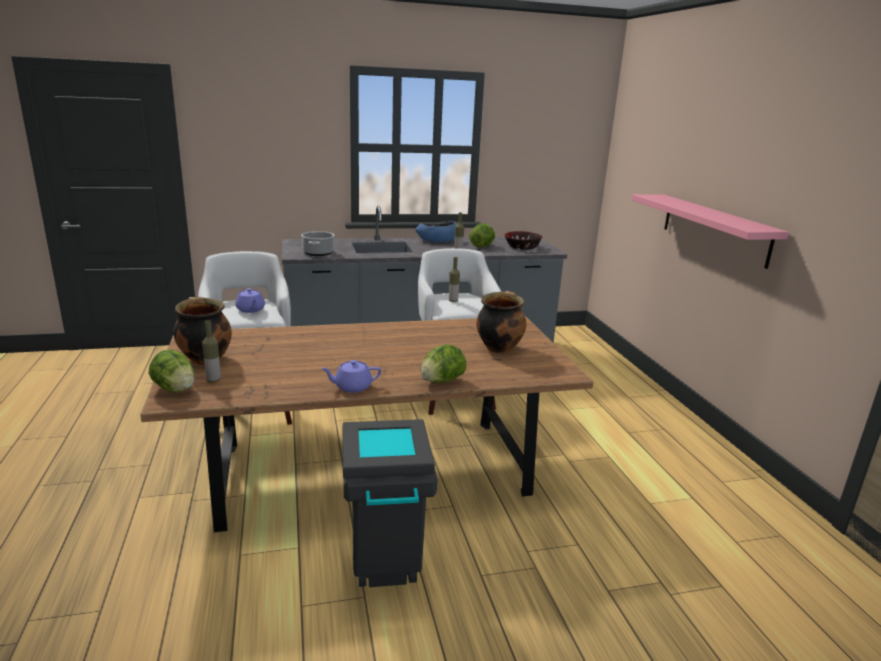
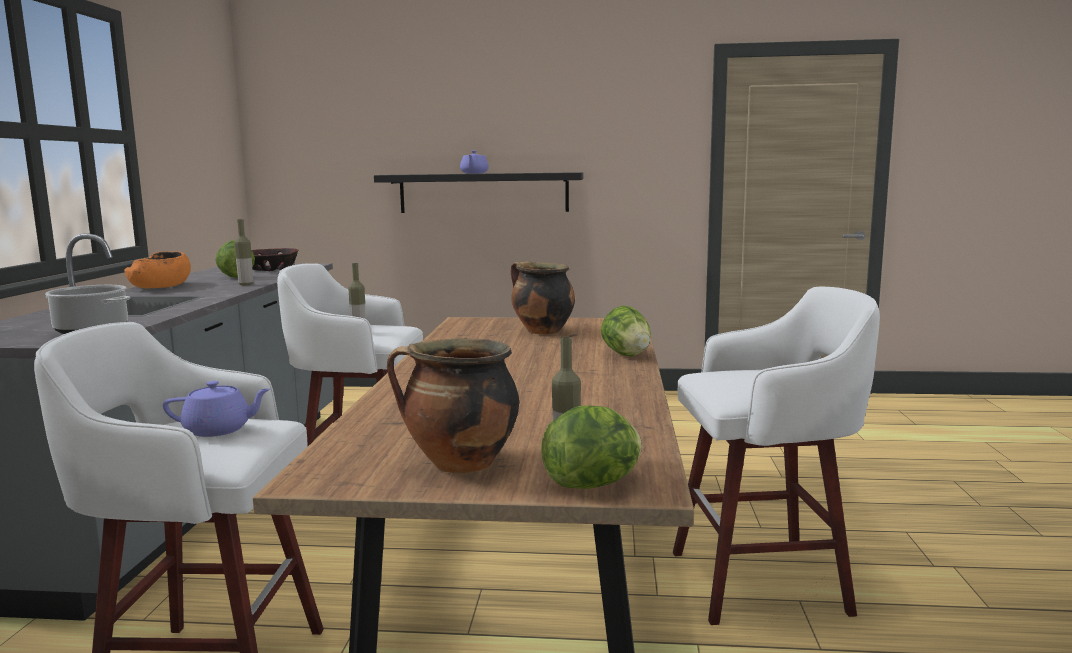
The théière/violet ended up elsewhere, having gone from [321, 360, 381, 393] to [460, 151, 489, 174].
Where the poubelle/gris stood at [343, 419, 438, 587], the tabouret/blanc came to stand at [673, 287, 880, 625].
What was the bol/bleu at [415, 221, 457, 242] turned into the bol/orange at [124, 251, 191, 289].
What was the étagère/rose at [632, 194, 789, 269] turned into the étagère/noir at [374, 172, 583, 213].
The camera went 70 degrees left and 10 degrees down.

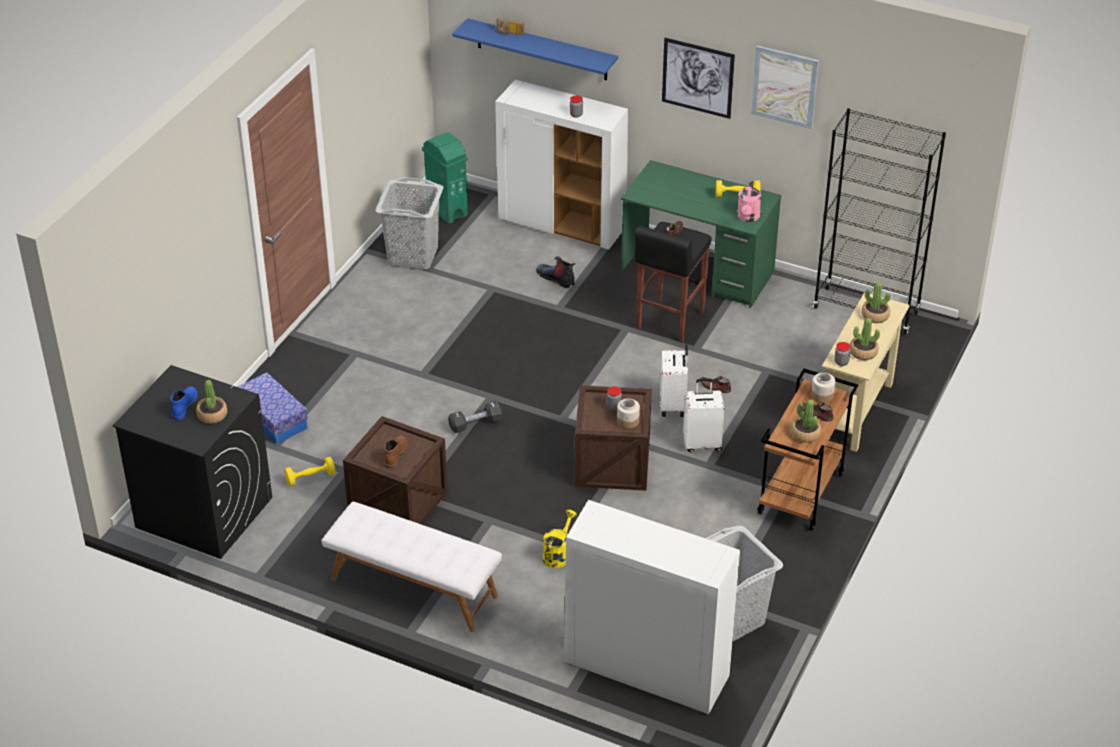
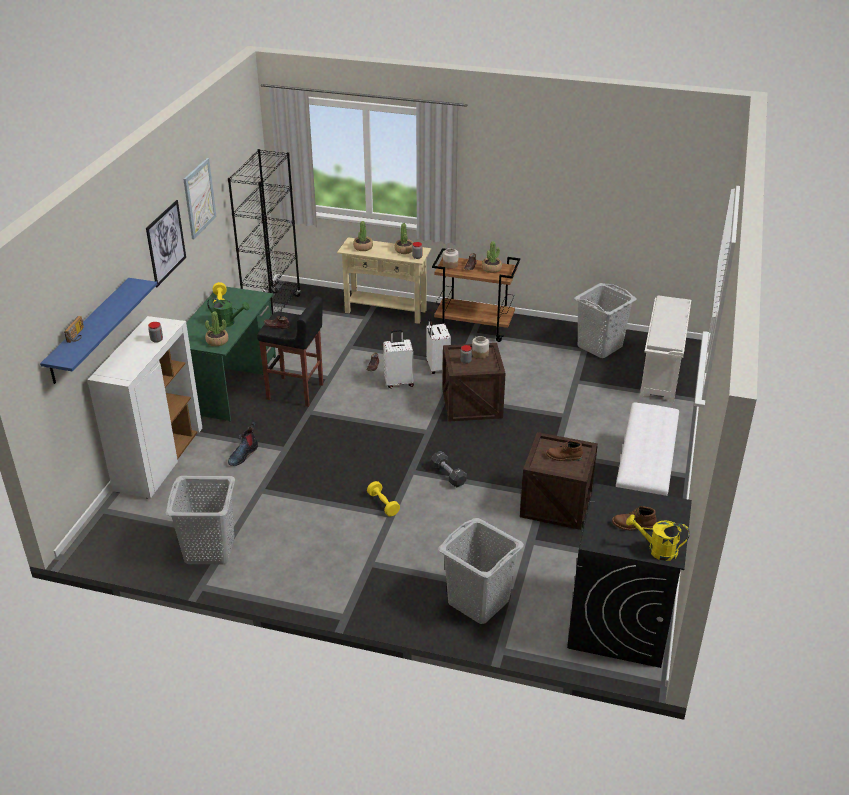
The second view lost the poubelle/vert at [422, 132, 468, 224].
The second view lost the arrosoir/rose at [737, 181, 761, 222].
The second view gained the arrosoir/vert at [207, 297, 249, 327].
The plante en pot ended up elsewhere, having gone from [196, 380, 227, 424] to [205, 311, 229, 346].
The haltère/jaune ended up elsewhere, having gone from [285, 457, 335, 486] to [367, 481, 400, 516].
The arrosoir/jaune ended up elsewhere, having gone from [543, 510, 577, 568] to [626, 515, 690, 561].
Where the boîte de rangement stood at [238, 372, 308, 445], the panier à linge/gris came to stand at [438, 518, 524, 624].
Where the meuble de rangement/blanc stood at [564, 500, 740, 714], the étagère à chaussures/blanc came to stand at [640, 295, 691, 403].
What was the botte/bleu at [170, 386, 197, 420] turned into the botte/marron at [612, 506, 657, 531].
The camera went 100 degrees left and 5 degrees down.

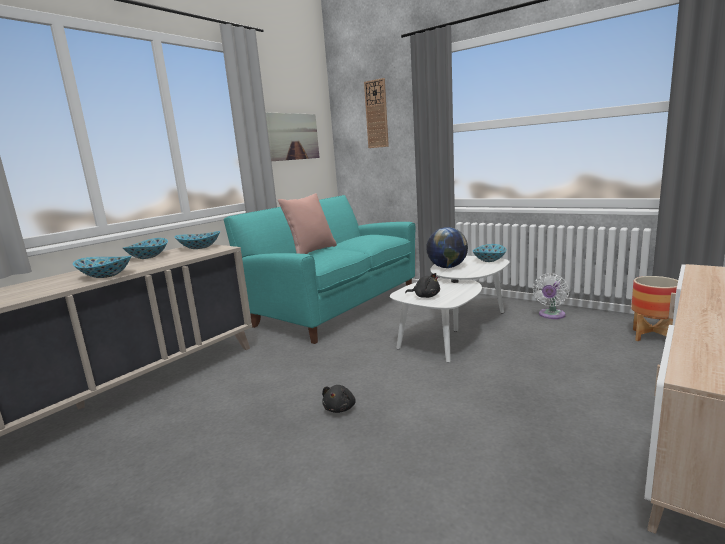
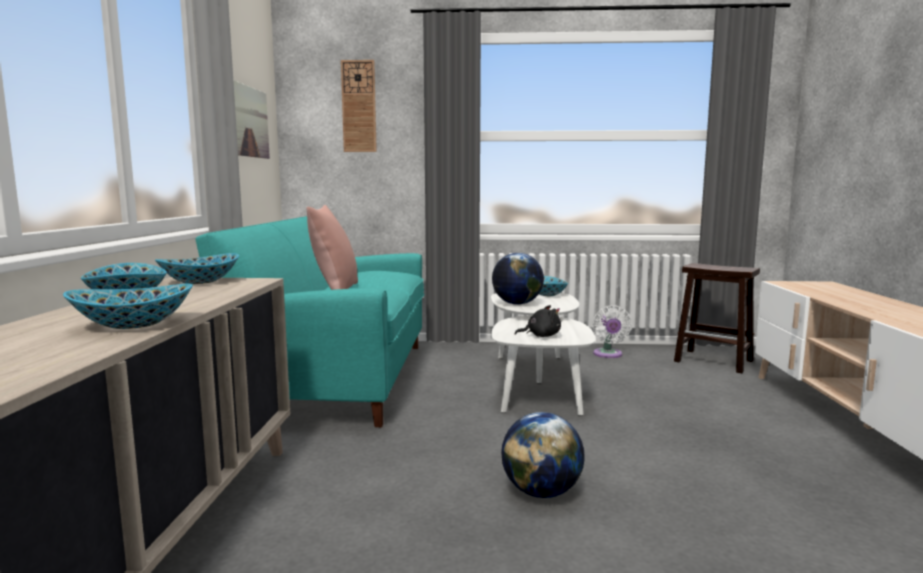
Where the peluche/noir stood at [322, 385, 356, 413], the globe came to stand at [501, 412, 585, 498].
Where the cache-pot stood at [631, 276, 678, 341], the tabouret/marron came to stand at [674, 263, 760, 373].
The camera went 35 degrees left and 5 degrees down.

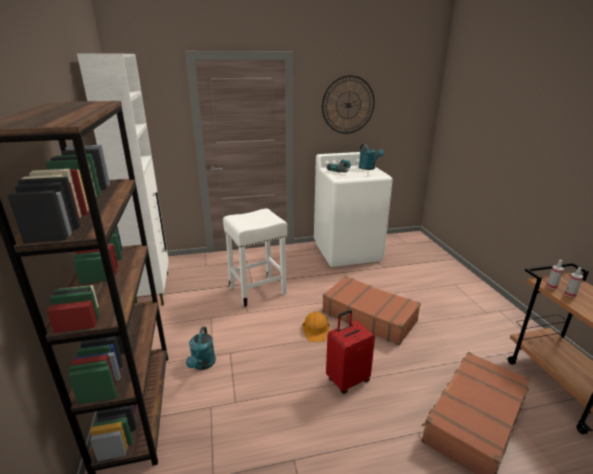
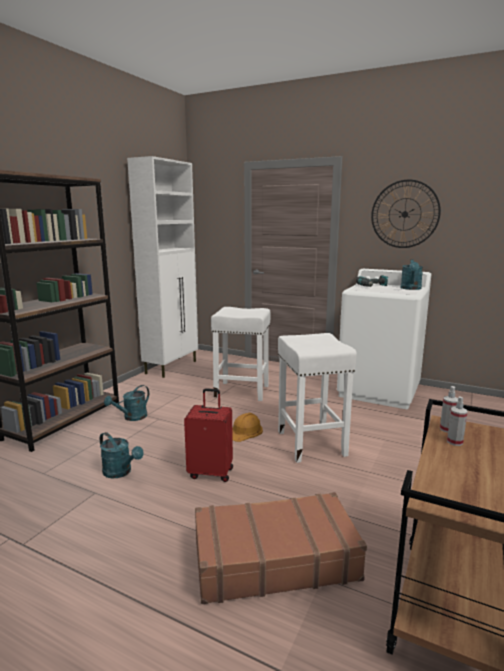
The second view gained the arrosoir/turquoise at [100, 432, 143, 479].
Where the valise/marron stood at [322, 276, 421, 346], the tabouret/blanc came to stand at [278, 333, 357, 463].
The camera went 40 degrees right and 10 degrees down.

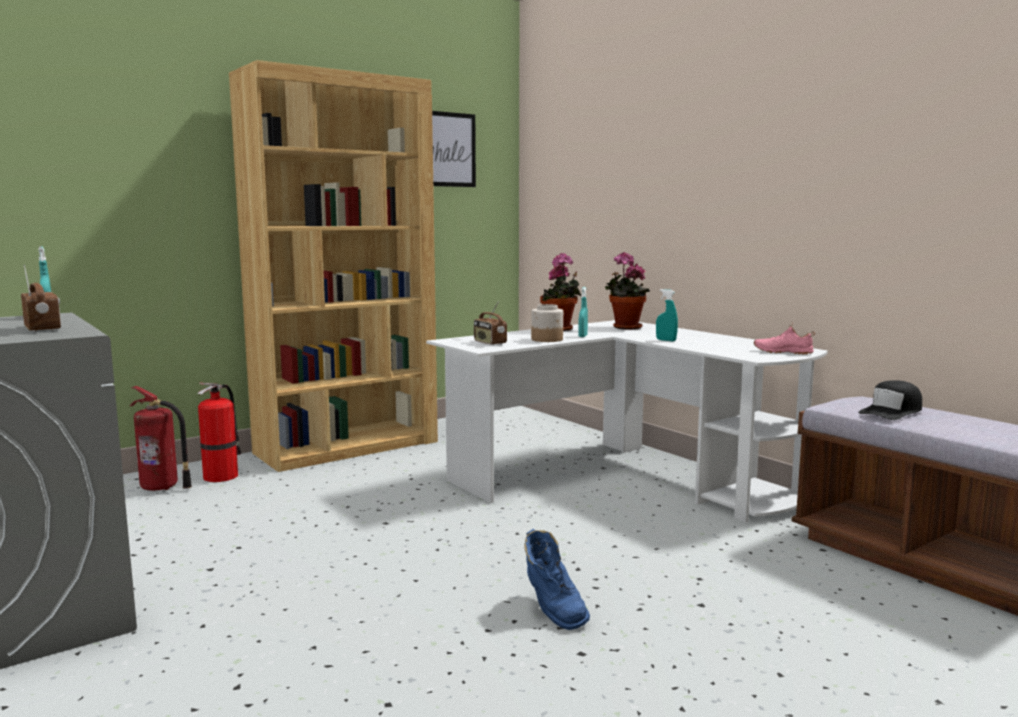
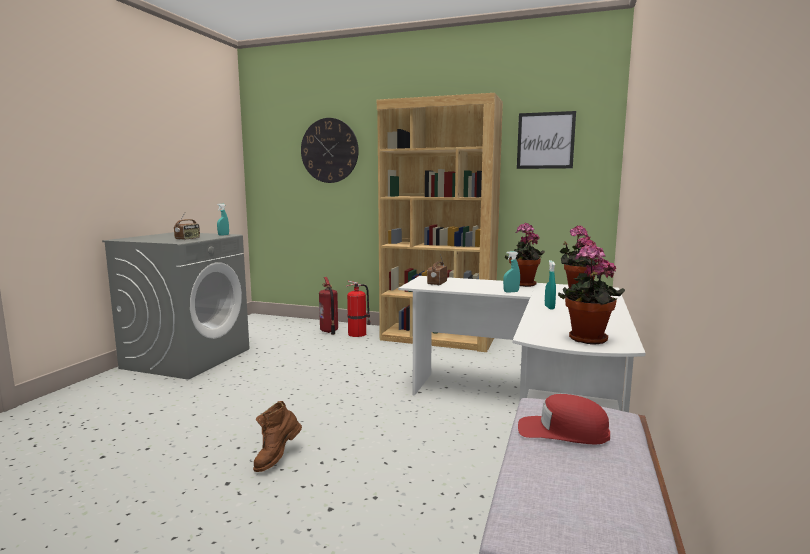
The second view lost the bocal at [531, 304, 563, 342].
The second view gained the horloge murale at [301, 118, 359, 183].
Where the chaussure/rose stood at [754, 325, 815, 355], the plante en pot came to stand at [558, 244, 625, 344].
What was the botte/bleu at [524, 529, 590, 630] turned into the botte/marron at [253, 401, 302, 472].
What was the casquette/noir at [858, 380, 922, 420] turned into the casquette/rouge at [518, 394, 610, 444].
The camera went 55 degrees right and 0 degrees up.

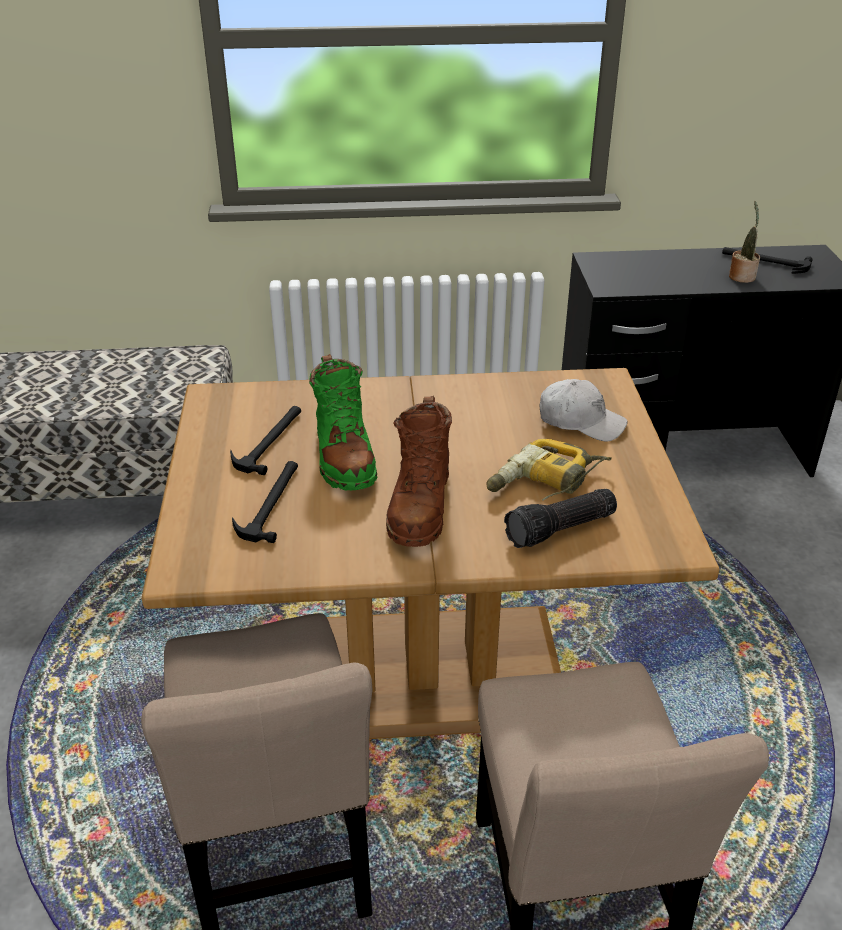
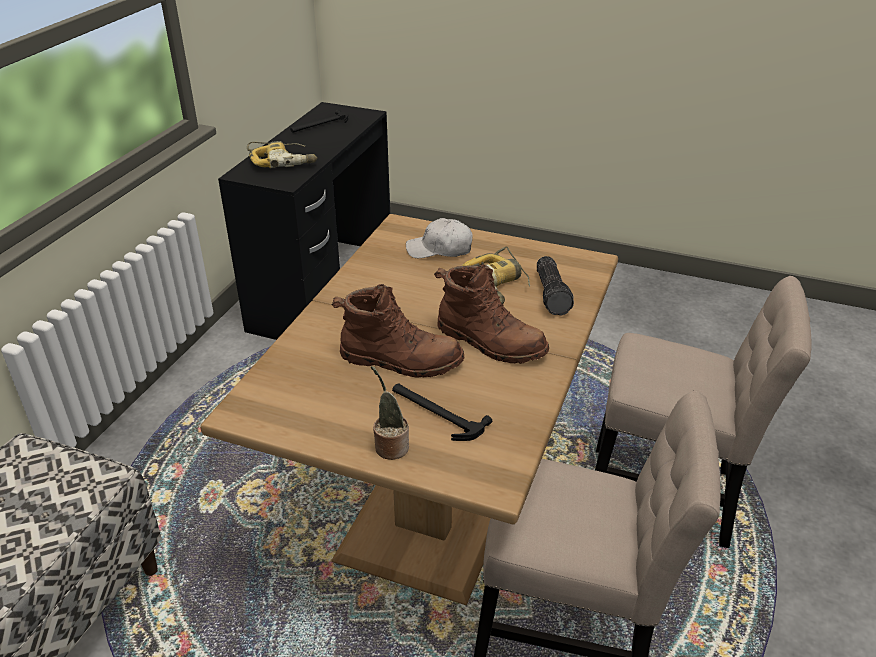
The second view lost the marteau at [230, 406, 301, 475].
The second view gained the perceuse at [247, 141, 318, 168].
The plante en pot ended up elsewhere, having gone from [729, 201, 760, 283] to [371, 366, 409, 460].
What was the botte/vert at [309, 354, 377, 490] turned into the botte/marron at [332, 284, 464, 377].
The casquette/blanc at [539, 379, 628, 442] ended up facing another way, 135 degrees counterclockwise from before.
The camera went 65 degrees left and 0 degrees up.

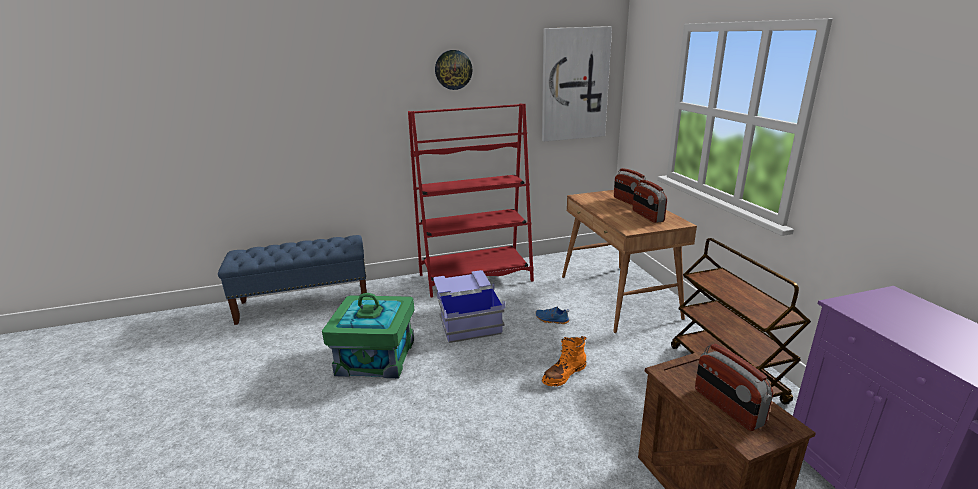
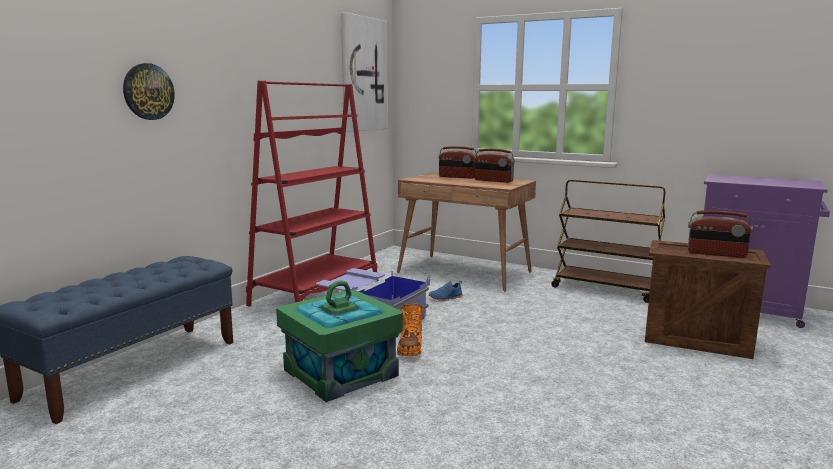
The horloge murale ended up elsewhere, having gone from [435, 50, 472, 90] to [123, 63, 175, 120].
The botte/orange ended up elsewhere, having gone from [542, 336, 586, 386] to [397, 303, 424, 356].
The camera went 45 degrees left and 10 degrees down.

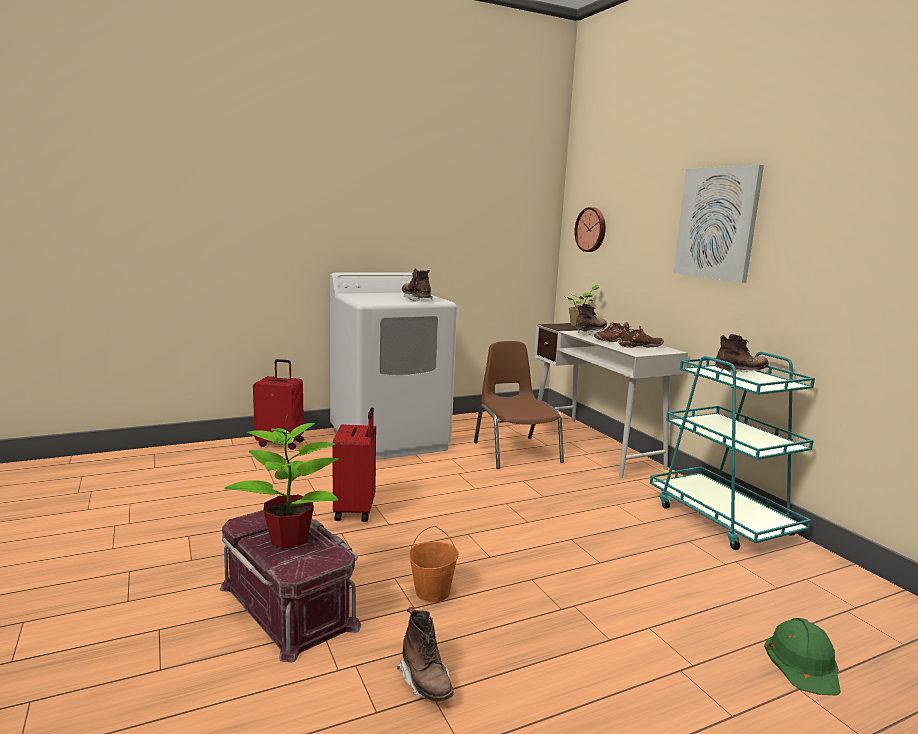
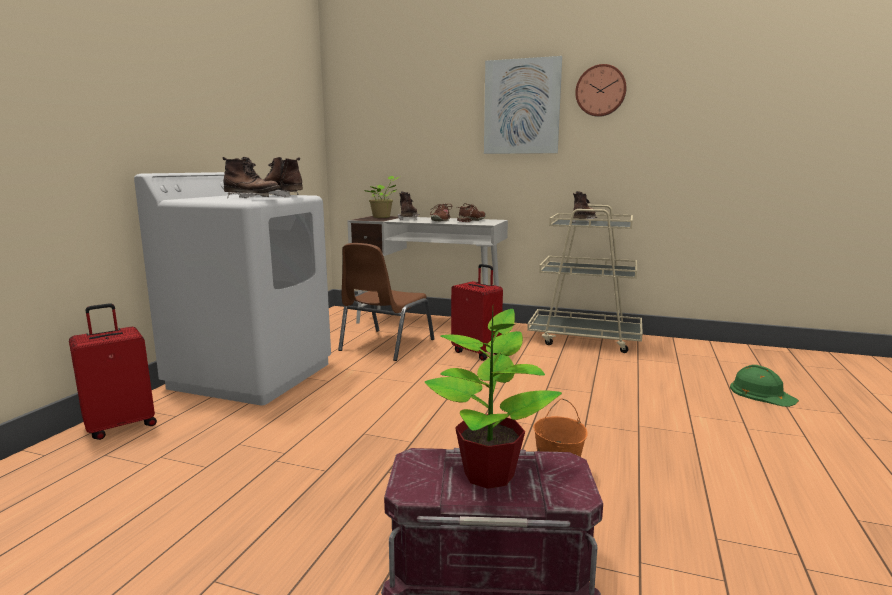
The valise/rouge ended up elsewhere, having gone from [332, 408, 376, 522] to [451, 264, 503, 361].
The botte/marron ended up elsewhere, having gone from [397, 607, 454, 701] to [223, 157, 280, 198].
The horloge murale ended up elsewhere, having gone from [574, 207, 606, 252] to [575, 64, 626, 117].
What was the chariot/turquoise at [650, 352, 815, 550] turned into the chariot/beige at [527, 205, 643, 353].
The chaise/marron at [474, 341, 564, 469] ended up facing another way, 90 degrees counterclockwise from before.
The camera went 45 degrees left and 0 degrees up.

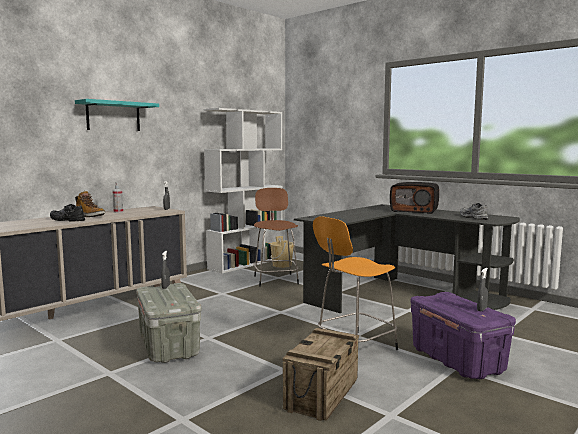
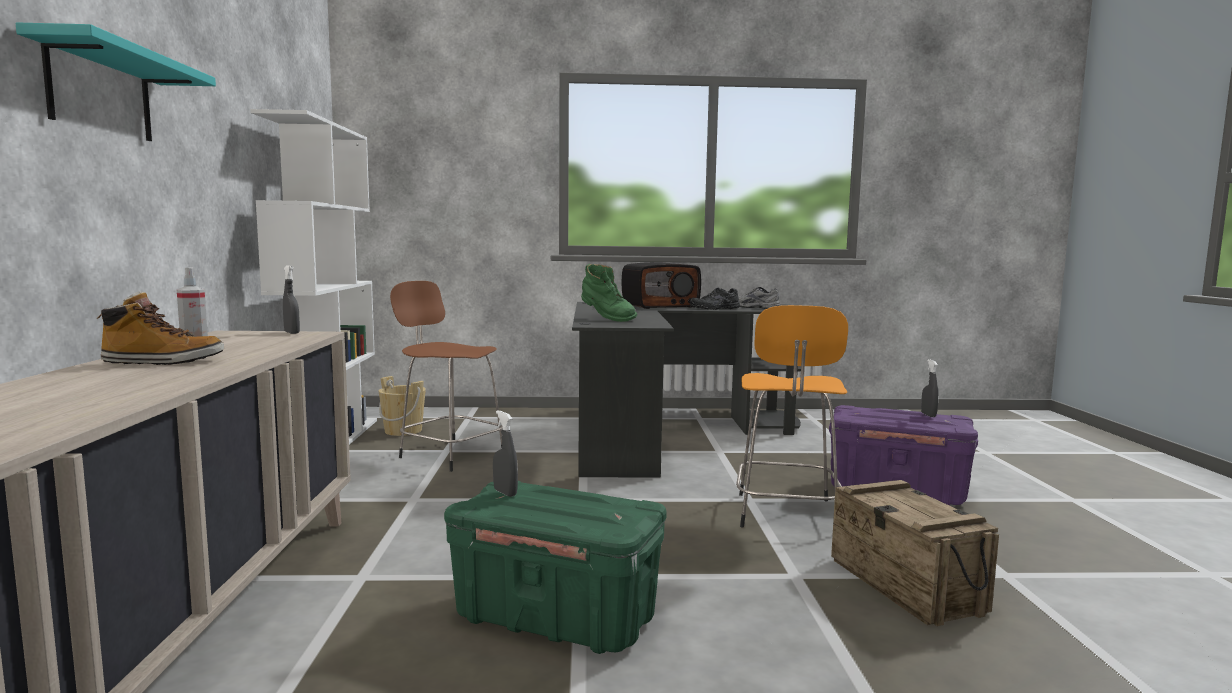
The second view gained the botte/vert at [581, 263, 637, 322].
The chaussure/noir ended up elsewhere, having gone from [50, 204, 85, 222] to [689, 287, 740, 310].
What was the boîte de rangement/gris at [136, 283, 202, 363] turned into the boîte de rangement/vert at [444, 481, 667, 654].
The camera went 45 degrees left and 0 degrees up.

